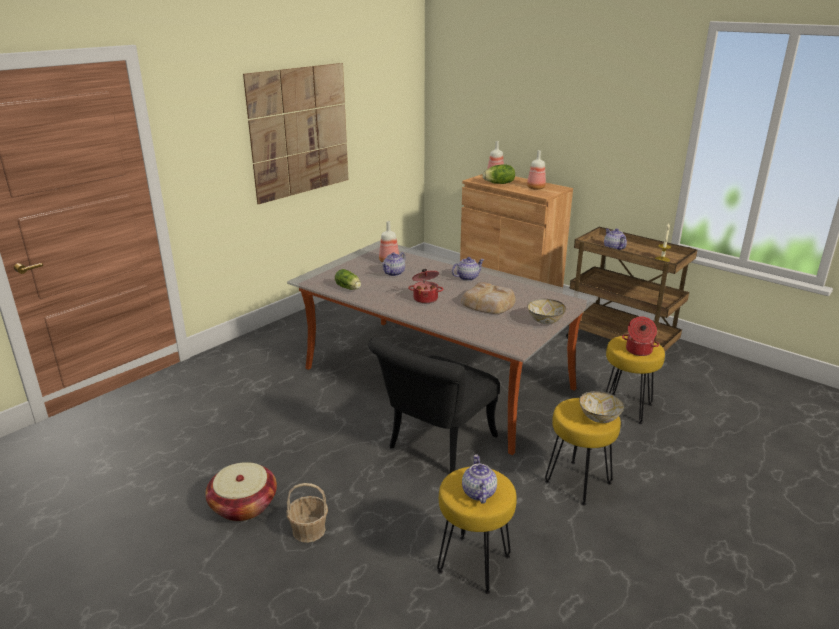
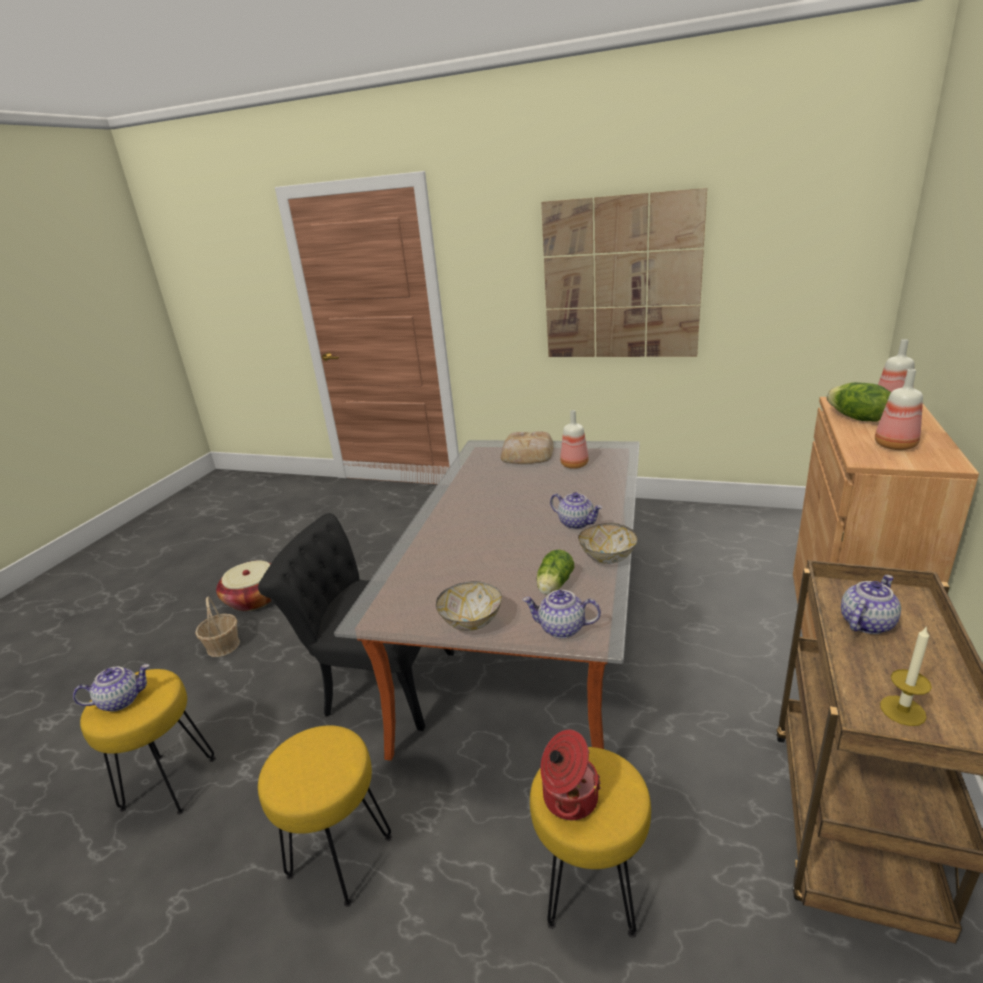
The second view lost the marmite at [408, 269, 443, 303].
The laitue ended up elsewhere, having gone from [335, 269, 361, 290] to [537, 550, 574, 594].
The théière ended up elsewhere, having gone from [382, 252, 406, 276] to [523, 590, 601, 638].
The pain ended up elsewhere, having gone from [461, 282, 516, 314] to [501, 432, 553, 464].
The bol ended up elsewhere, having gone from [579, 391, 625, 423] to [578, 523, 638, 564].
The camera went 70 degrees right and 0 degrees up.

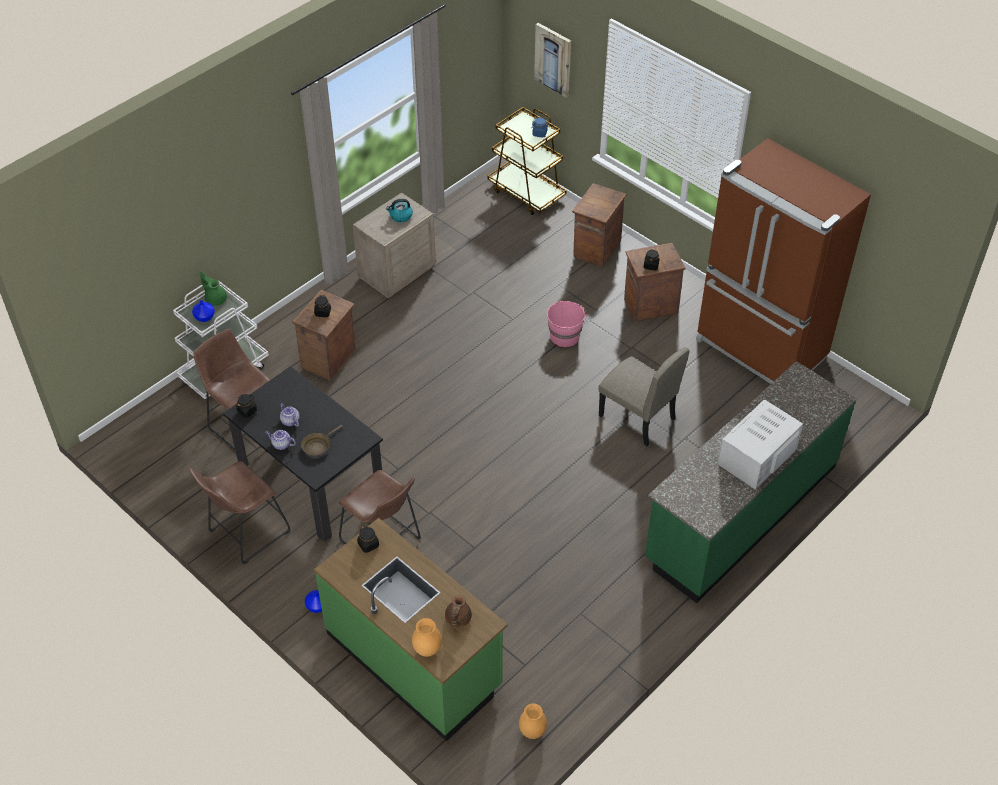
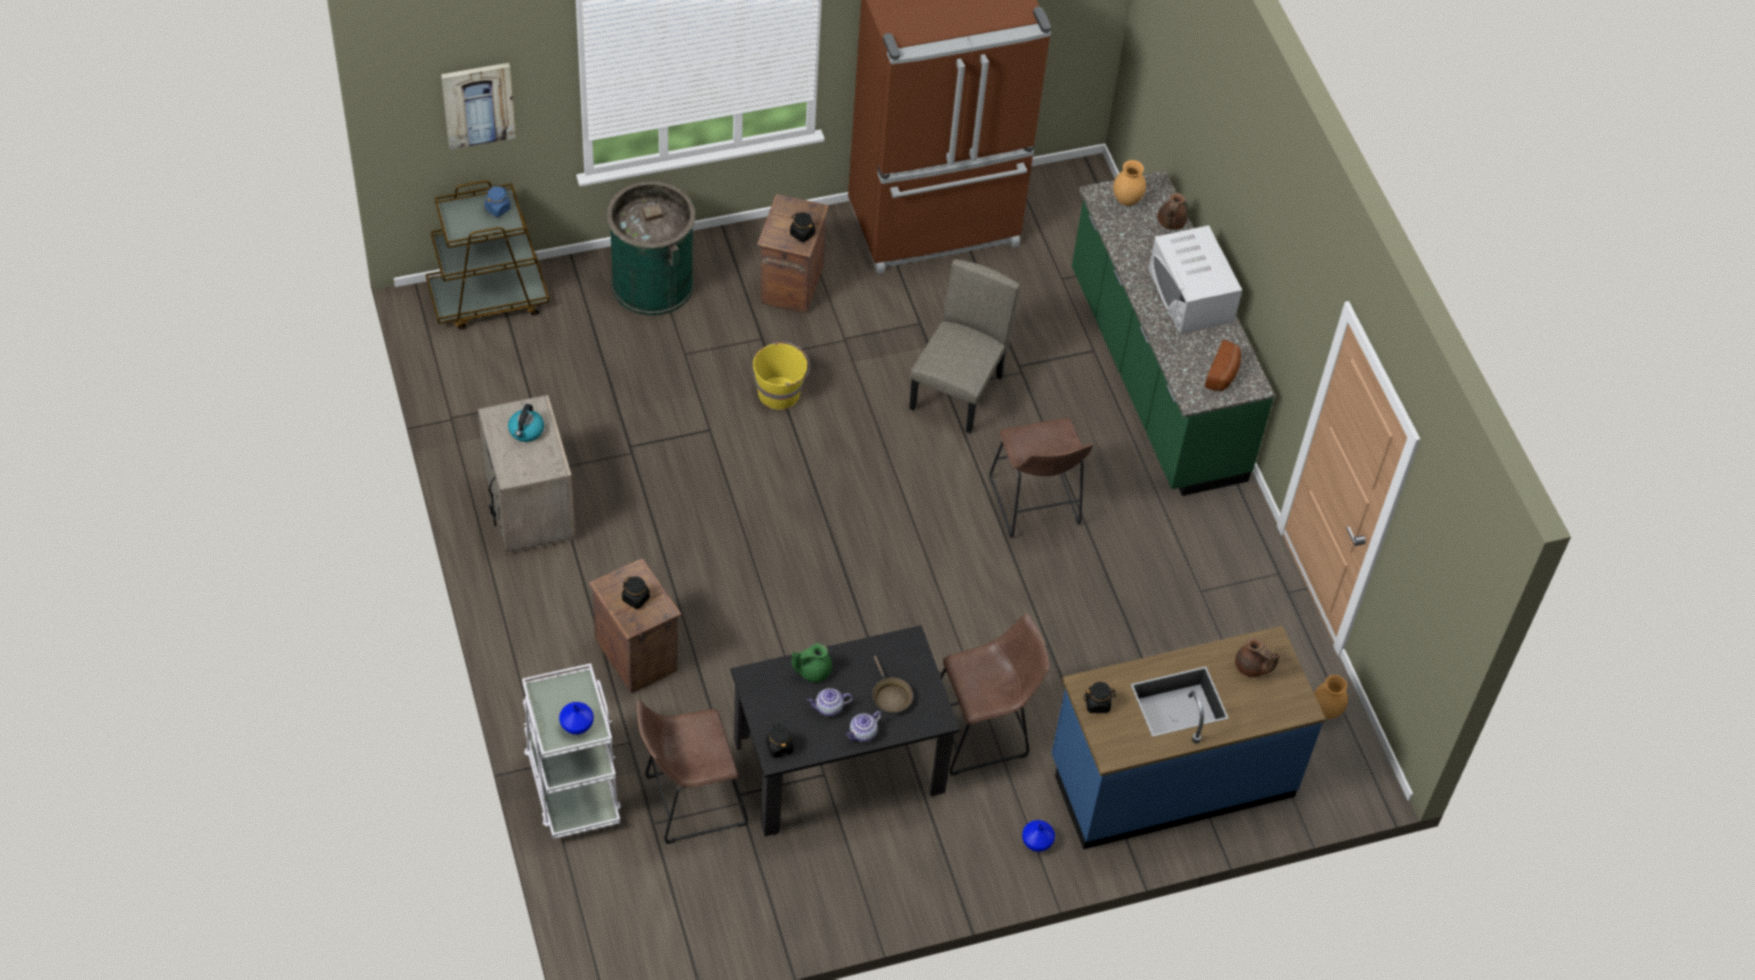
The second view gained the théière/marron at [1158, 193, 1188, 230].
The second view gained the pain at [1205, 340, 1241, 391].
The tabouret/marron ended up elsewhere, having gone from [189, 461, 290, 565] to [989, 418, 1093, 538].
The théière/vert ended up elsewhere, having gone from [200, 271, 227, 306] to [792, 643, 832, 682].
The vase/marron ended up elsewhere, having gone from [412, 618, 442, 657] to [1113, 160, 1146, 206].
Where the caisse stood at [572, 183, 627, 268], the poubelle/vert came to stand at [607, 181, 696, 316].
What was the comptoir de cuisine/vert at [314, 518, 508, 741] turned into the comptoir de cuisine/bleu at [1052, 625, 1326, 849].
What was the seau/rose at [547, 301, 587, 347] turned into the seau/jaune at [753, 342, 810, 409].
The chaise/beige at [598, 347, 690, 446] ended up facing another way, 45 degrees counterclockwise from before.
The camera went 65 degrees left and 5 degrees up.

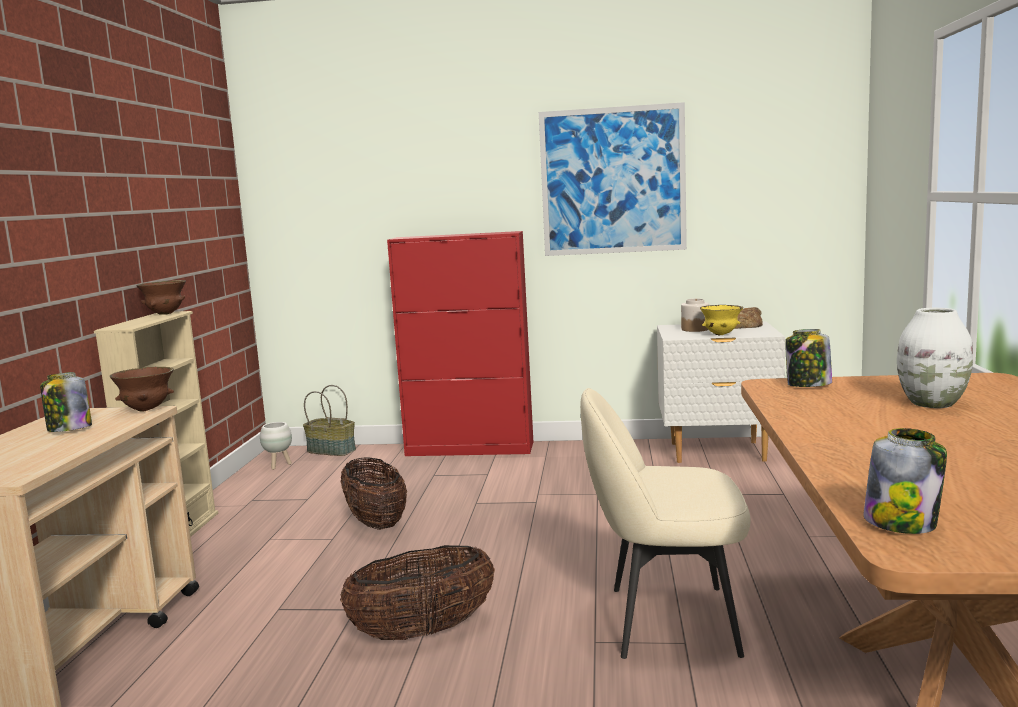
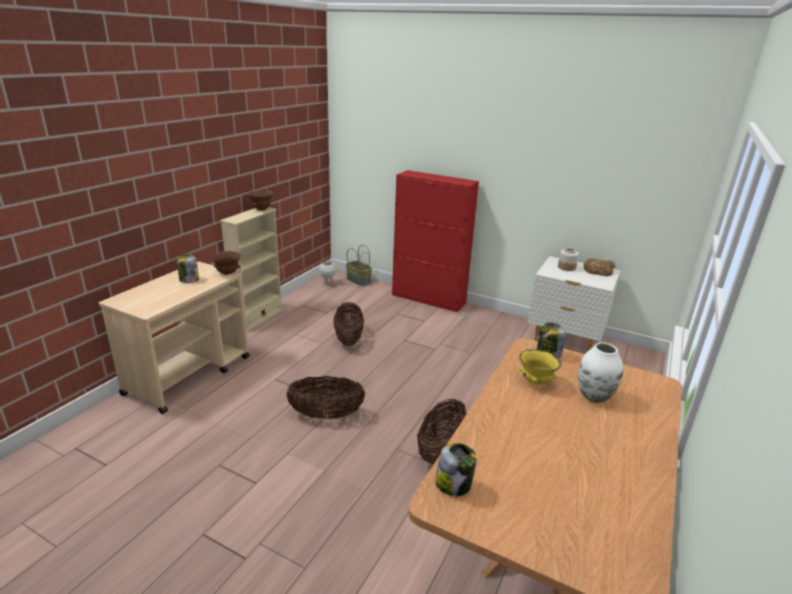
The second view lost the tableau at [539, 102, 687, 256].
The bol/jaune ended up elsewhere, having gone from [700, 305, 743, 335] to [519, 349, 562, 385].
Where the chaise/beige stood at [580, 388, 751, 659], the panier came to stand at [417, 398, 466, 463].
The camera went 20 degrees right and 15 degrees up.

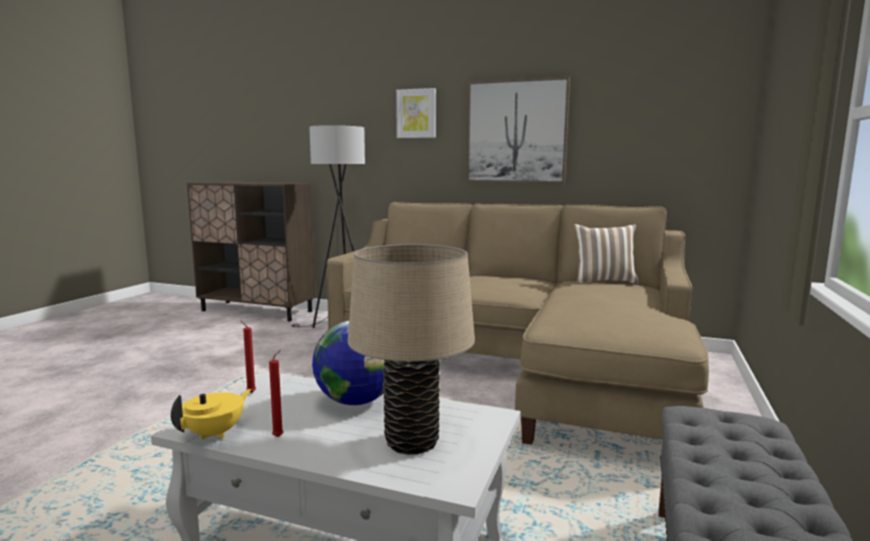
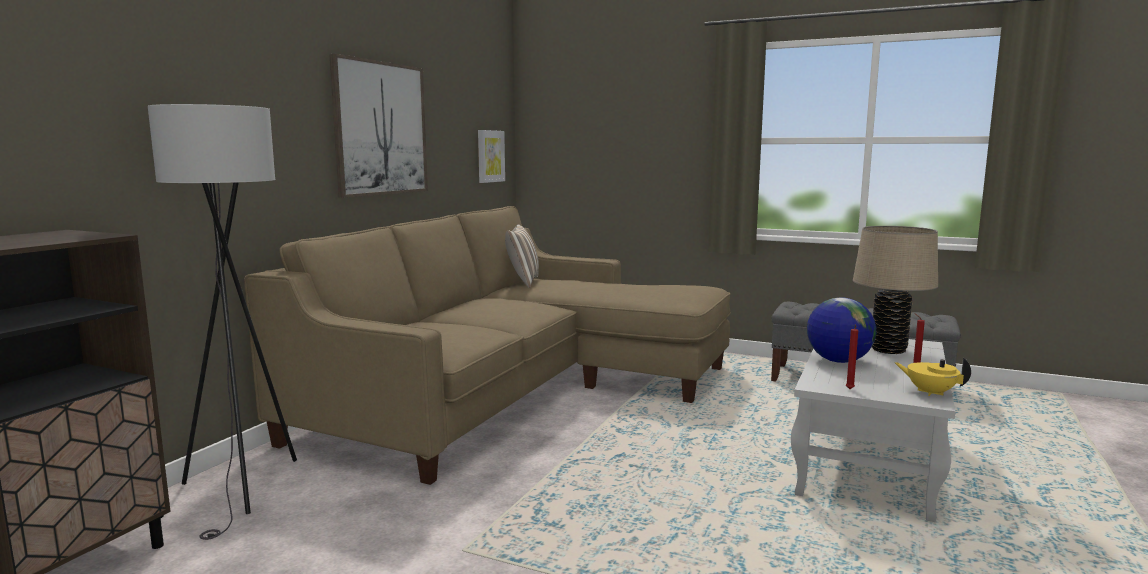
The tableau ended up elsewhere, having gone from [396, 88, 436, 138] to [478, 130, 505, 183].
The camera went 85 degrees left and 0 degrees up.

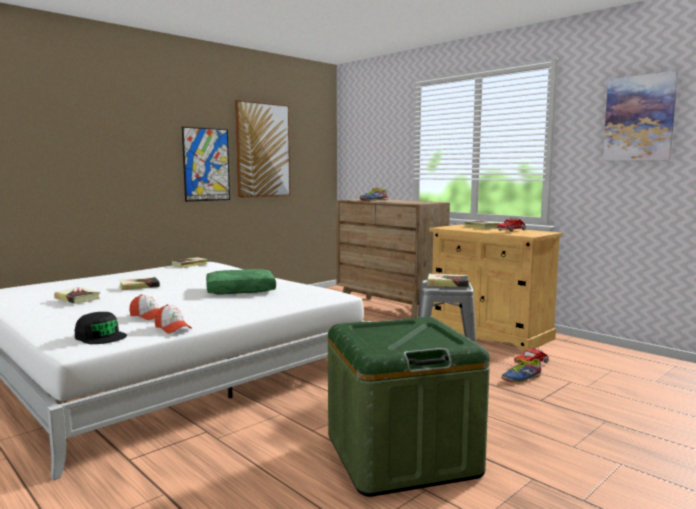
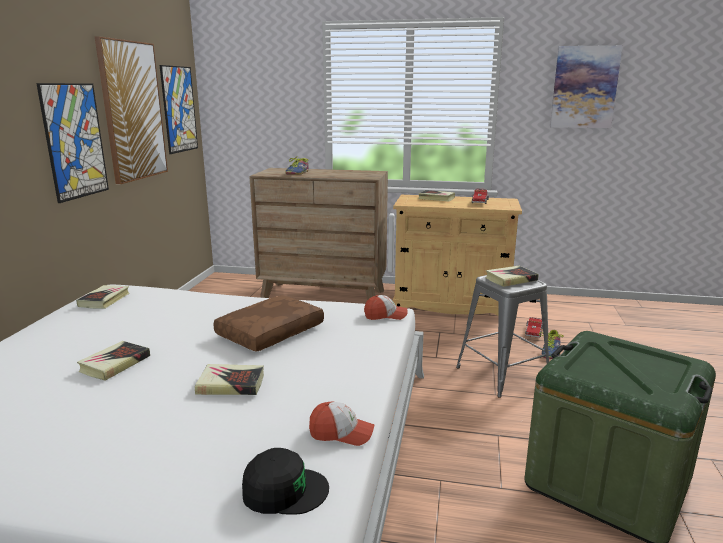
The second view gained the tableau at [160, 65, 198, 154].
The livre ended up elsewhere, having gone from [54, 287, 100, 304] to [195, 364, 264, 395].
The casquette ended up elsewhere, having gone from [129, 294, 160, 320] to [364, 295, 407, 320].
What was the coussin/vert at [206, 269, 276, 295] turned into the coussin/marron at [213, 295, 324, 352].
The camera went 35 degrees left and 10 degrees up.

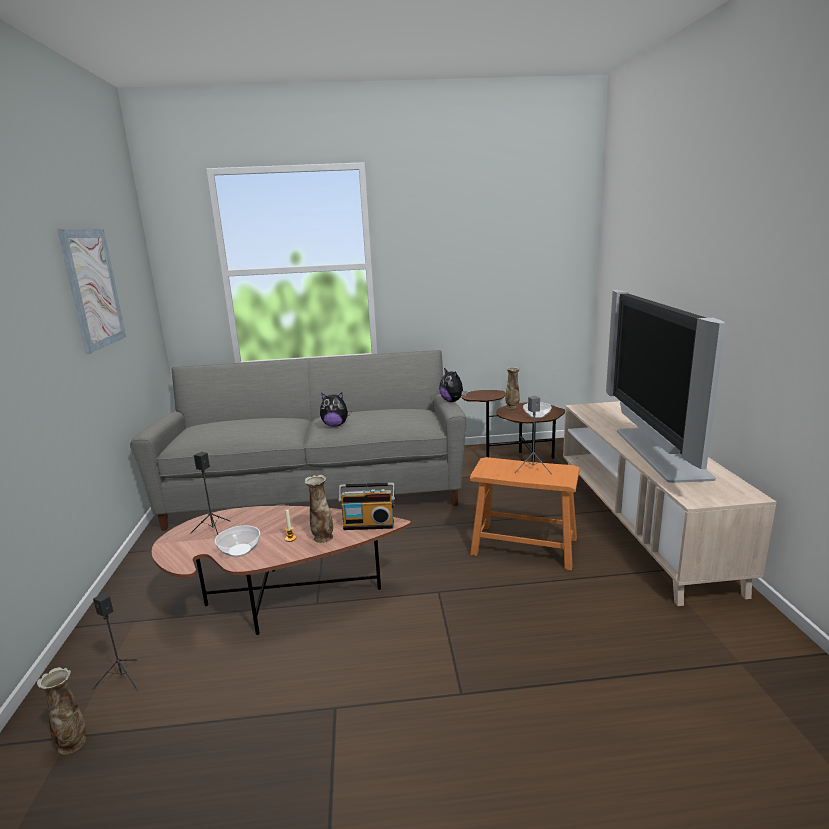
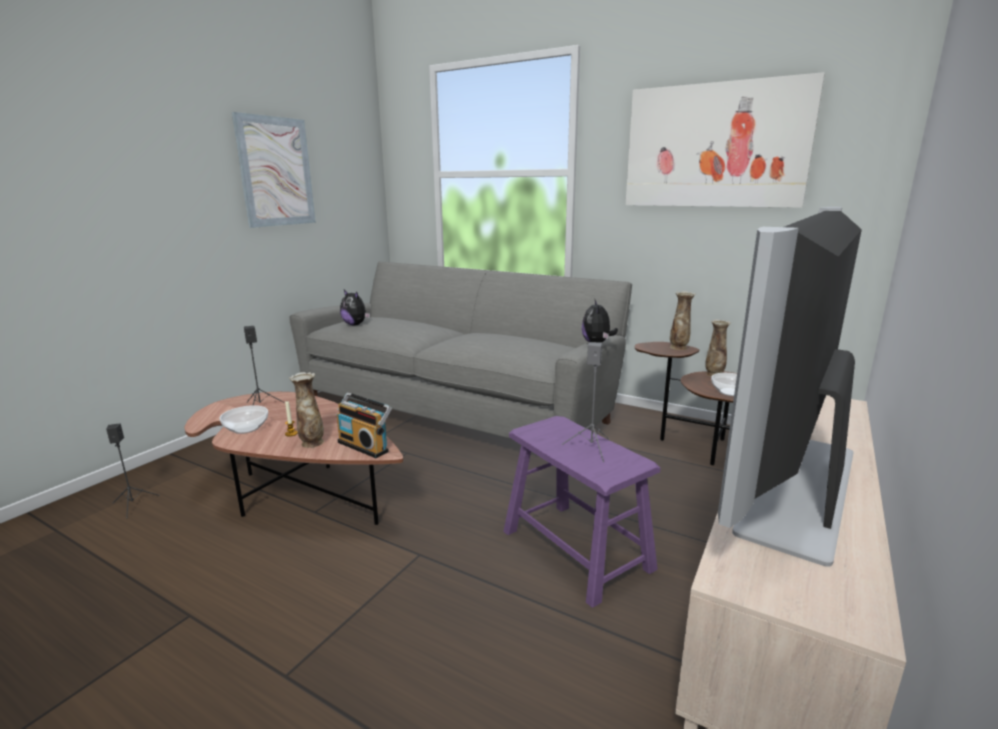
The second view gained the tableau at [625, 72, 825, 208].
The vase ended up elsewhere, having gone from [37, 667, 86, 754] to [670, 291, 696, 350].
The peluche ended up elsewhere, having gone from [320, 393, 351, 427] to [340, 290, 370, 325].
What was the tabouret/orange at [470, 457, 580, 570] turned into the tabouret/violet at [503, 416, 660, 608].
The camera went 35 degrees right and 0 degrees up.

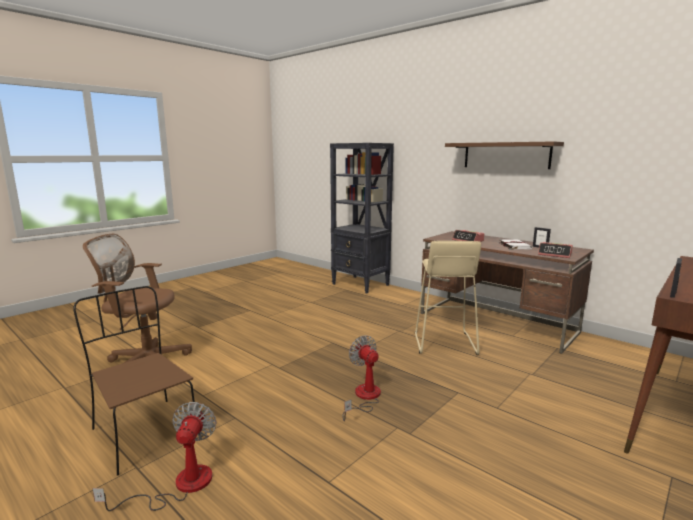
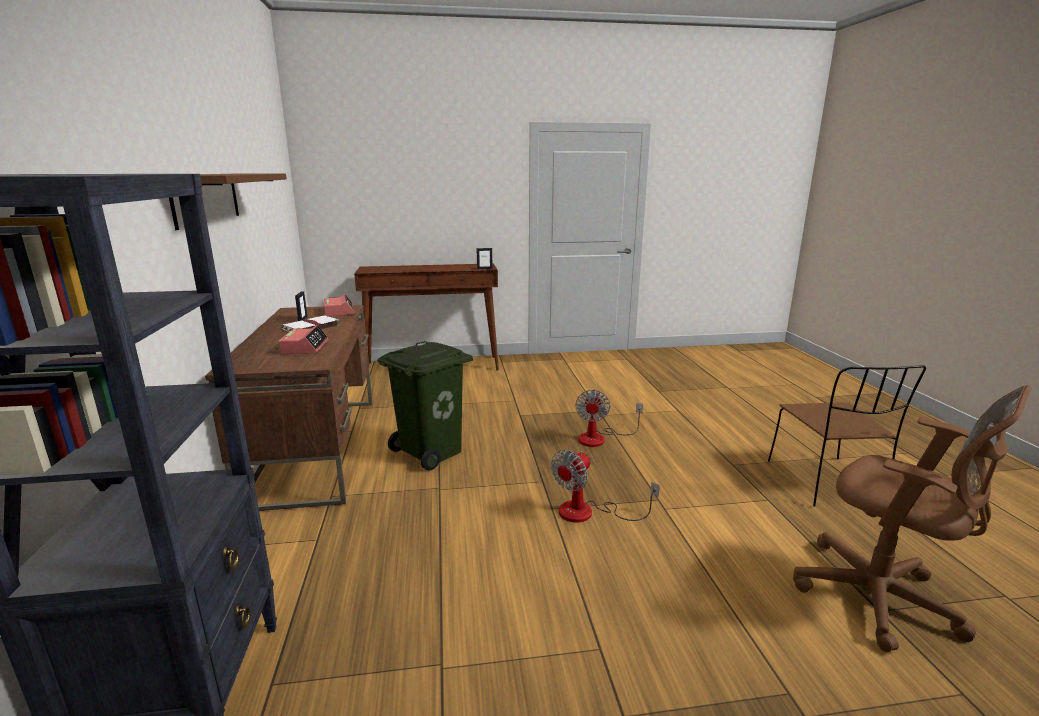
The ventilateur ended up elsewhere, having gone from [93, 402, 217, 511] to [551, 450, 660, 523].
Where the tabouret/beige stood at [415, 241, 481, 355], the poubelle/vert came to stand at [377, 341, 473, 470].
The camera went 140 degrees left and 5 degrees up.

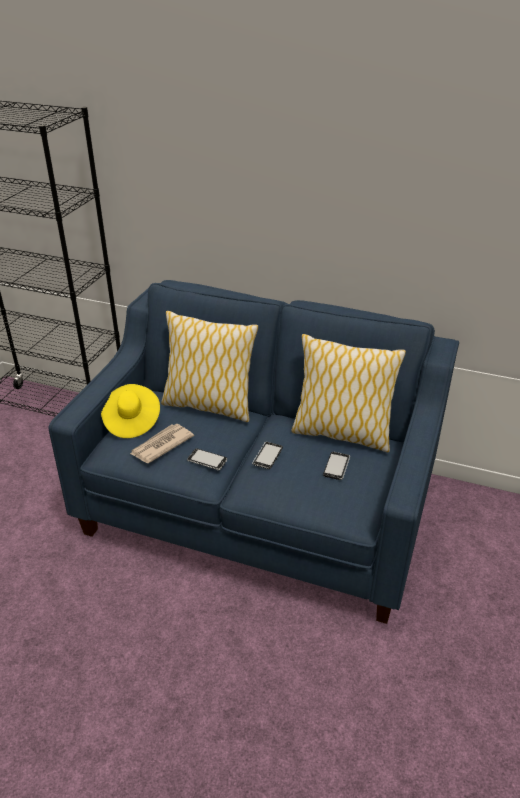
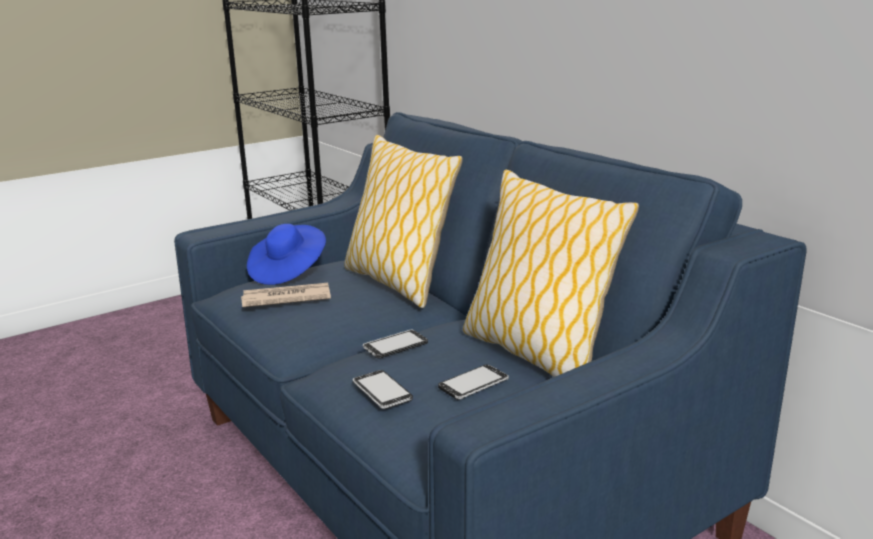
The téléphone ended up elsewhere, having gone from [187, 448, 227, 470] to [353, 370, 413, 409].
What was the chapeau/jaune at [101, 384, 160, 438] turned into the chapeau/bleu at [247, 224, 326, 285].
The camera went 35 degrees right and 15 degrees down.

